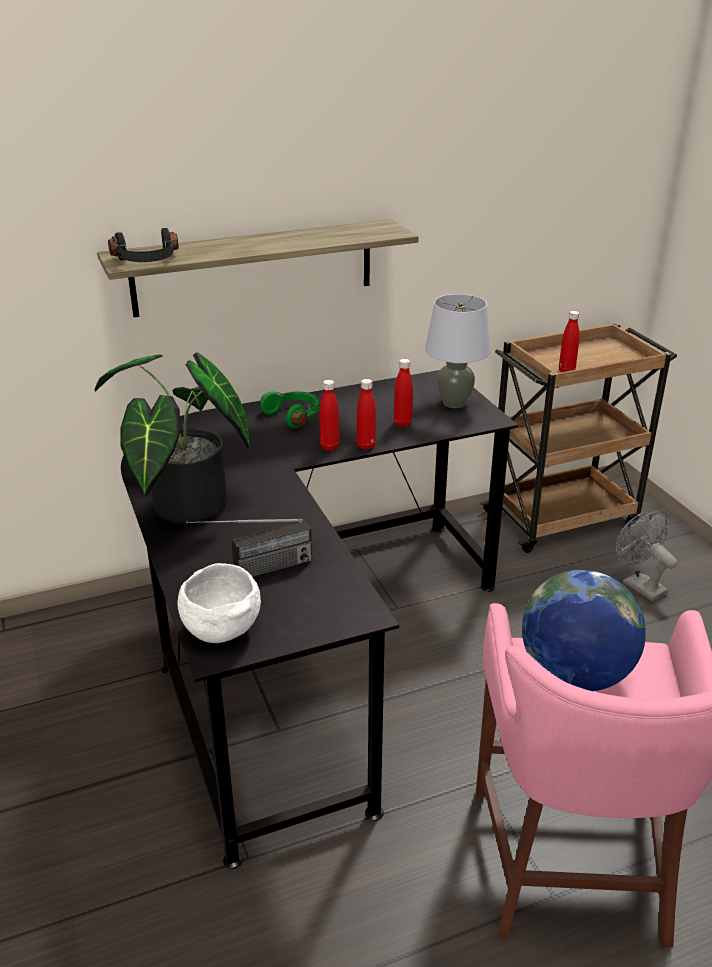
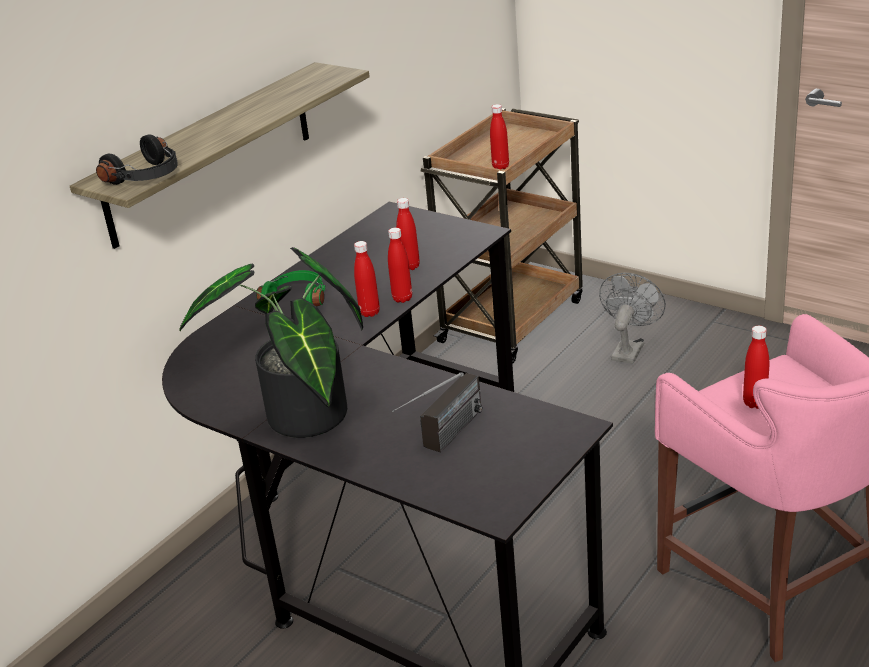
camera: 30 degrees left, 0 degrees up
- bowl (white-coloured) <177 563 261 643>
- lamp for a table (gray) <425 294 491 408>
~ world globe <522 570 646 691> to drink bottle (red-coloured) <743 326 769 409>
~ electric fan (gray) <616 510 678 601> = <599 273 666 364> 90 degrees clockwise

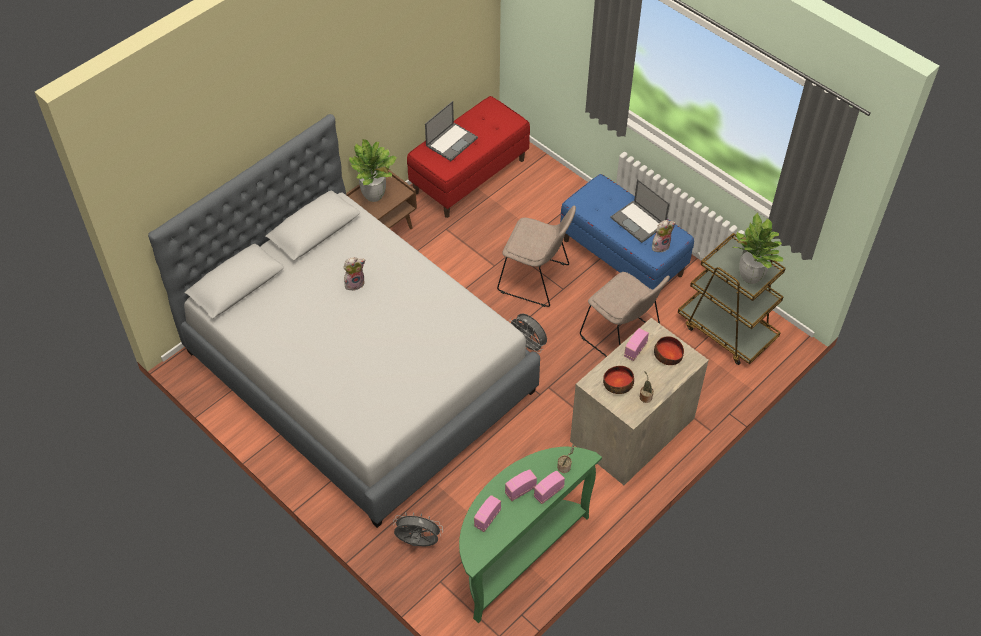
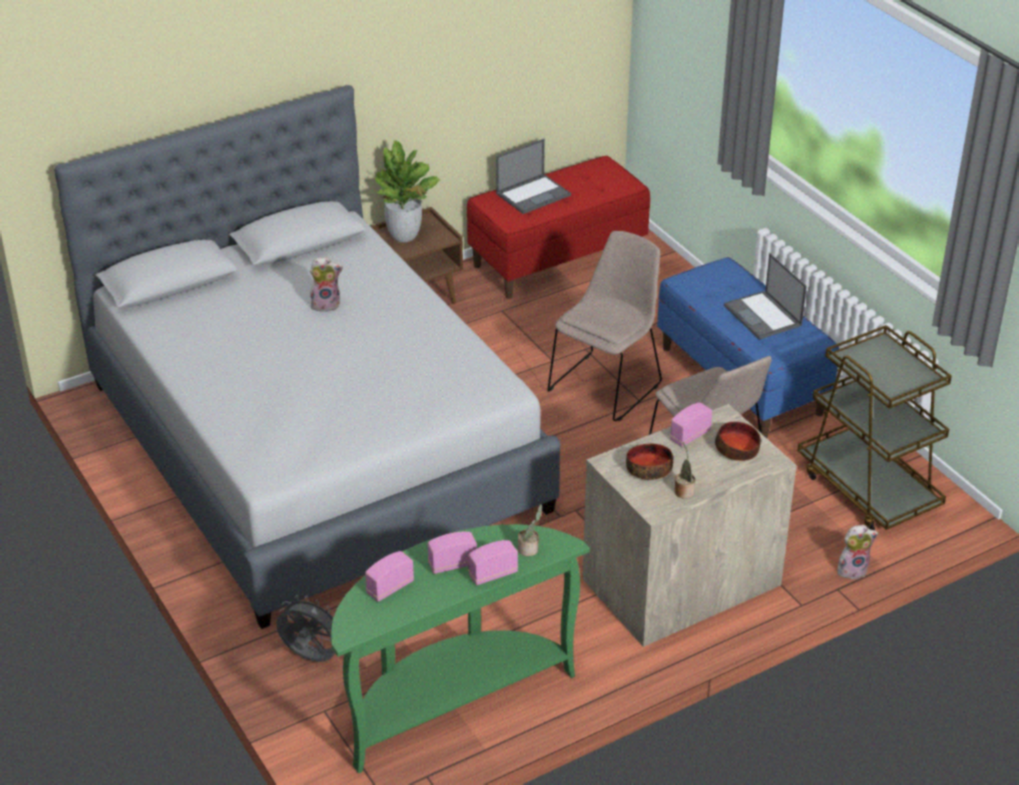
camera: 15 degrees right, 15 degrees down
- electric fan (gray) <508 314 547 353>
- plant in a pot <730 213 783 284>
~ cuddly toy <652 220 676 252> to <837 525 878 579>
~ chair (sand-coloured) <497 206 576 307> = <547 231 662 421> 90 degrees counterclockwise

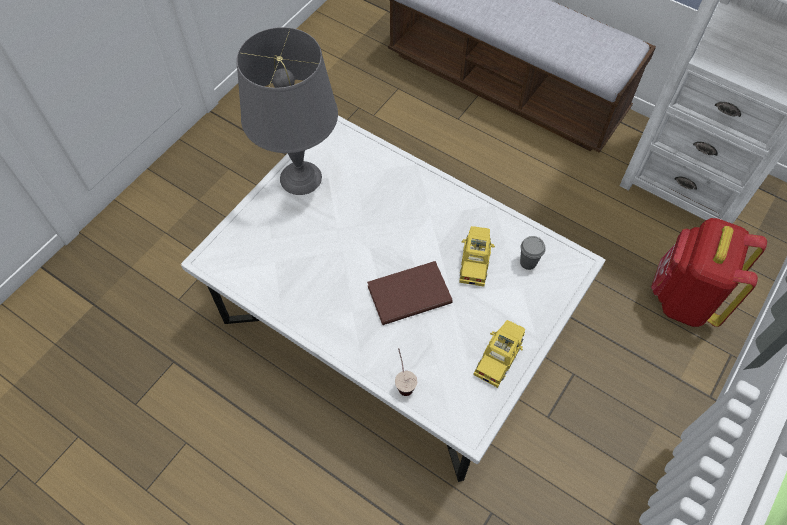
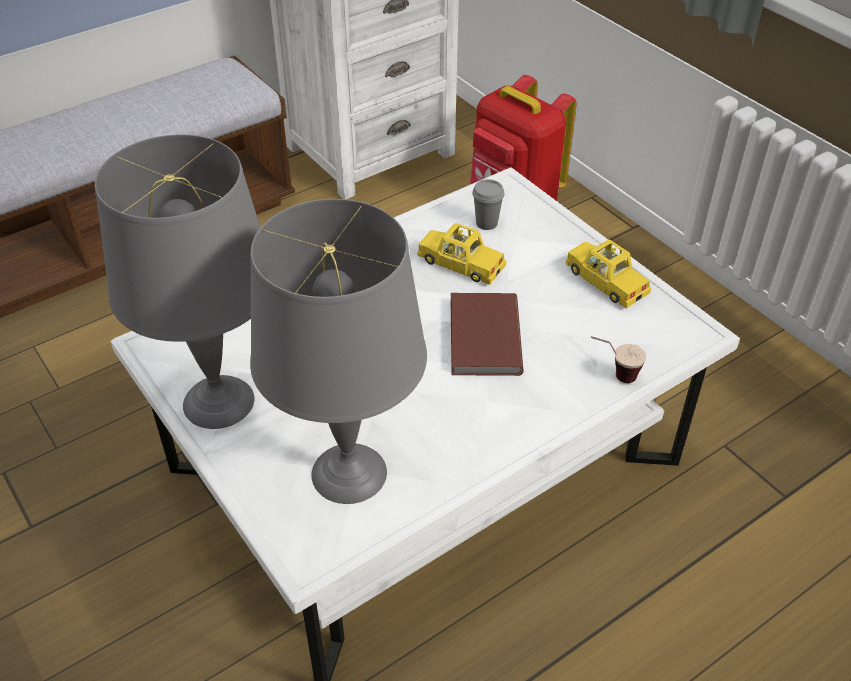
camera: 70 degrees left, 15 degrees down
+ lamp for a table (gray) <250 199 427 504>

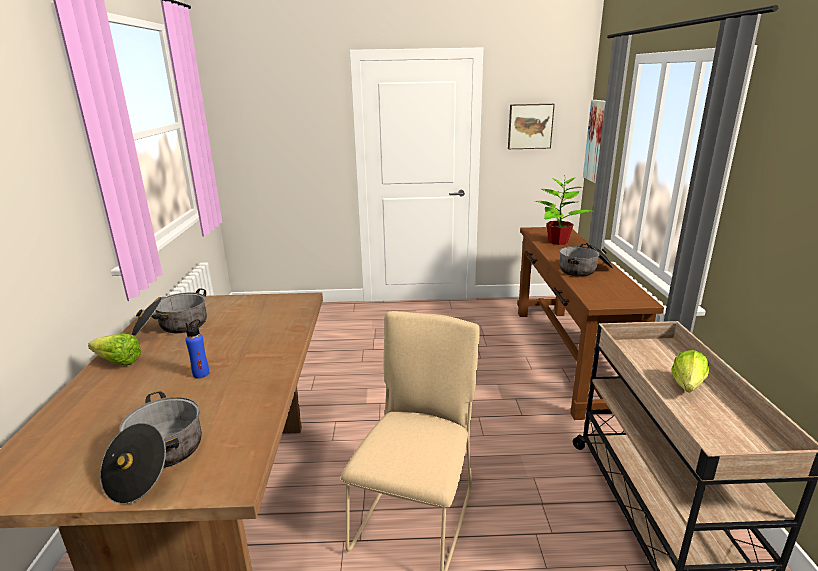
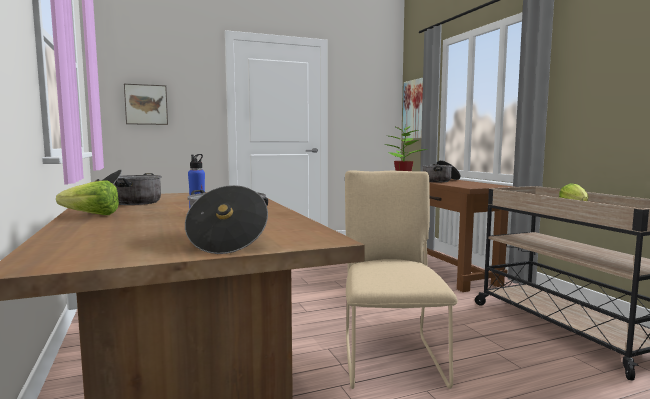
camera: 20 degrees left, 15 degrees down
~ wall picture <508 104 555 149> to <124 84 168 125>

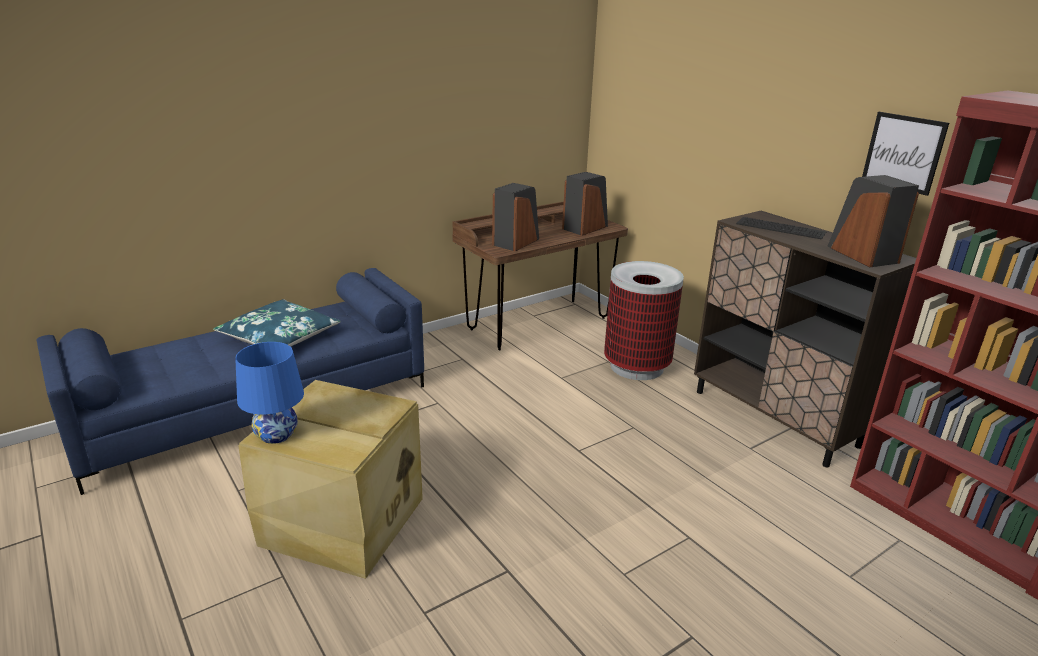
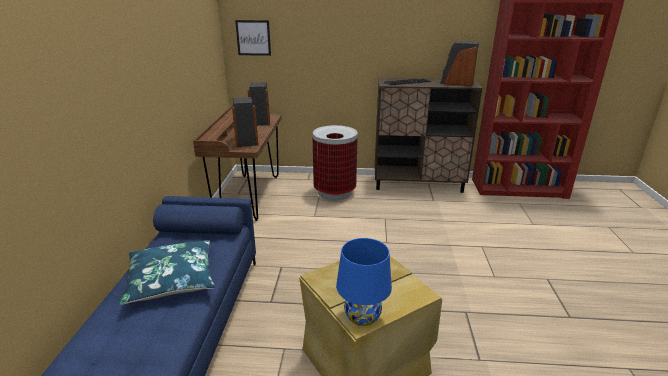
camera: 50 degrees left, 0 degrees up
~ wall picture <862 112 949 196> to <235 20 271 56>

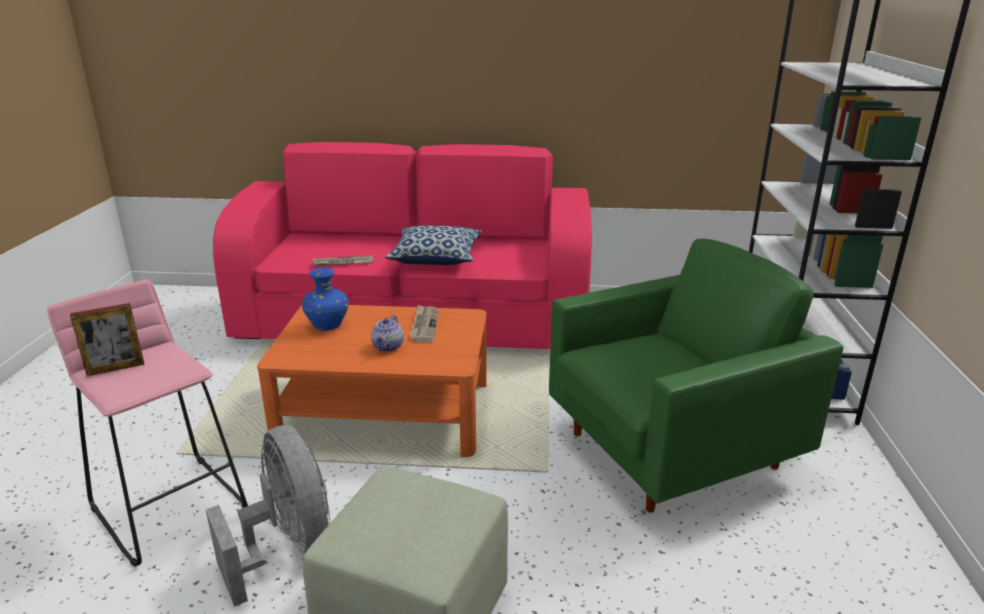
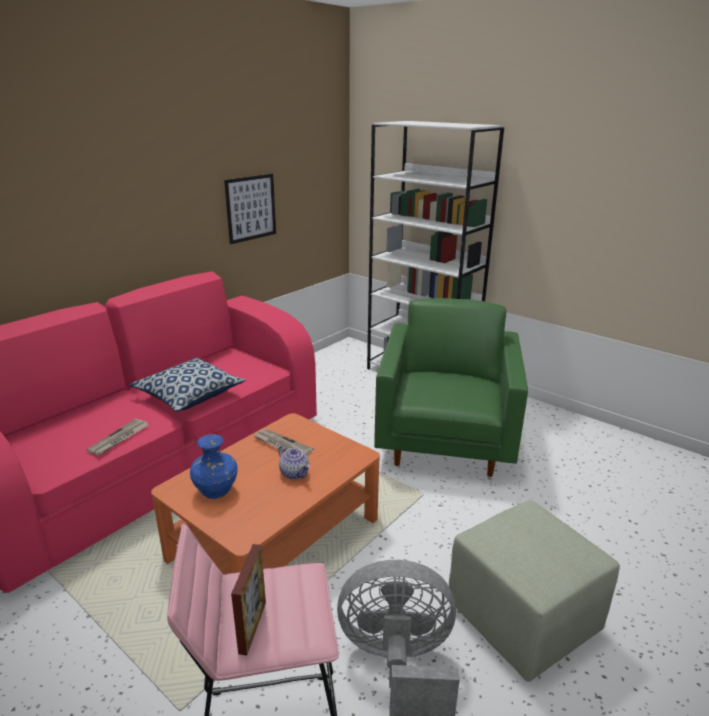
camera: 55 degrees left, 0 degrees up
+ wall picture <224 174 276 244>

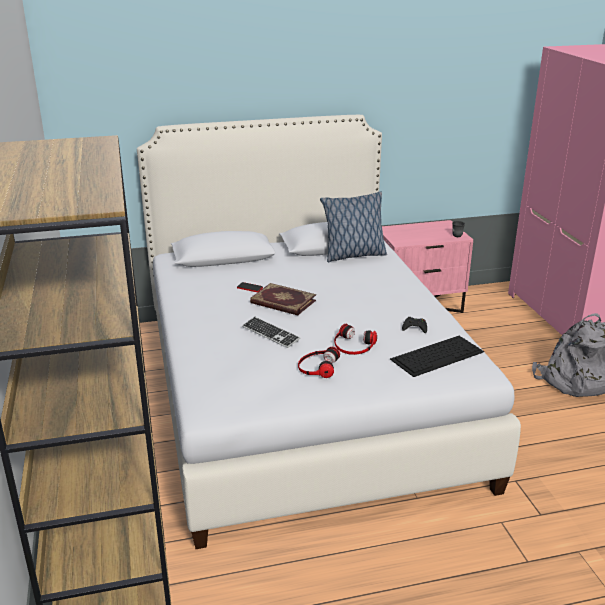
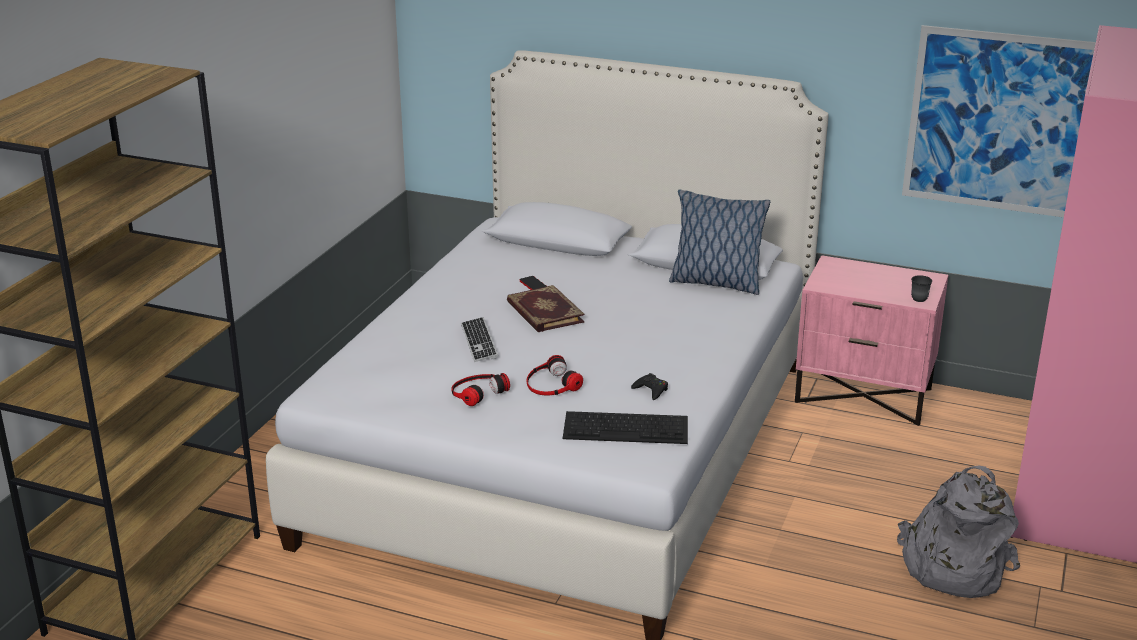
camera: 35 degrees right, 0 degrees up
+ wall picture <902 25 1096 217>

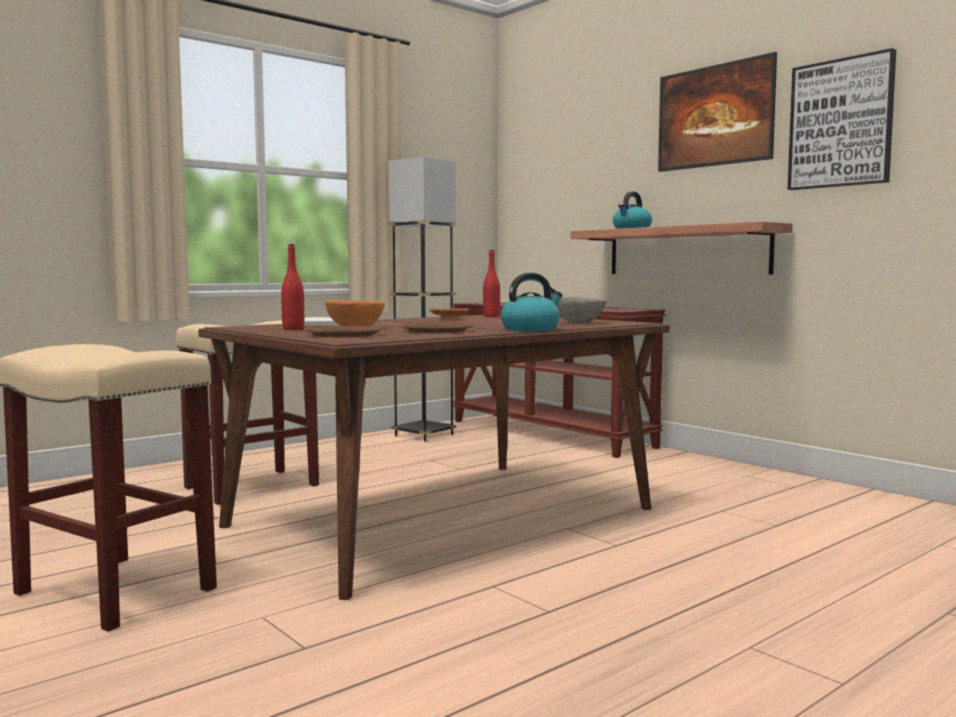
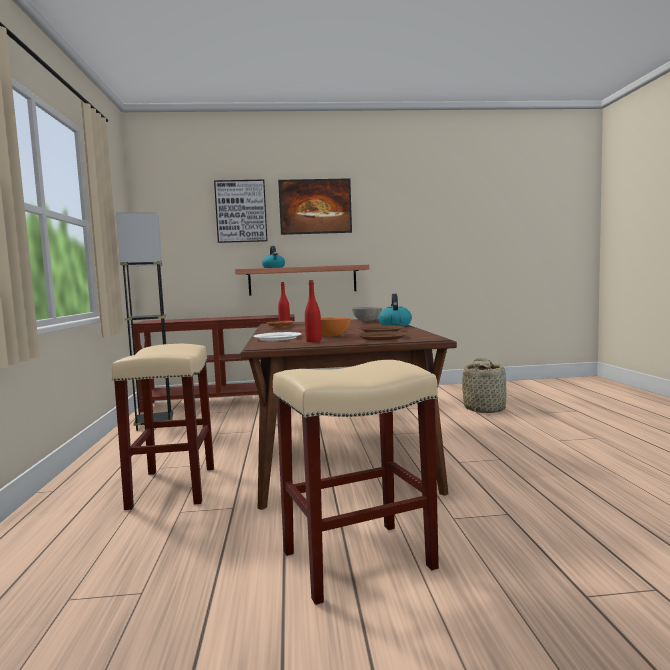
camera: 55 degrees left, 0 degrees up
+ basket <462 358 506 413>
~ wall picture <788 48 896 190> to <214 179 267 243>

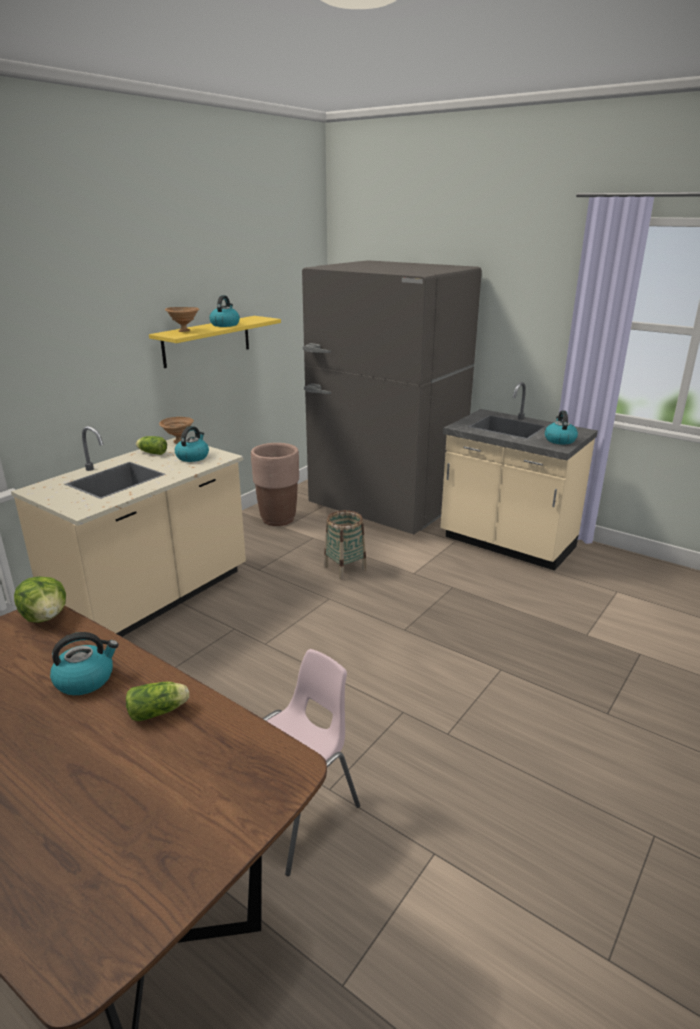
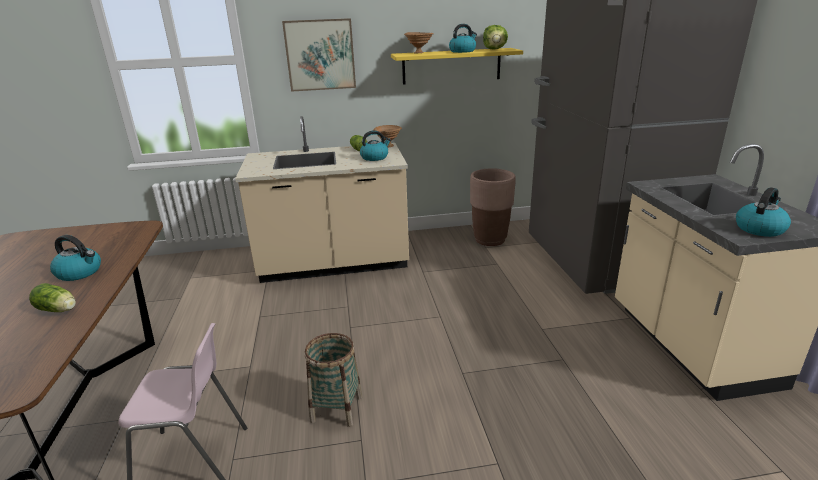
camera: 45 degrees right, 0 degrees up
+ wall picture <282 18 356 92>
~ lettuce head <14 577 66 623> to <483 25 508 50>
~ basket <324 510 367 579> to <305 333 362 427>

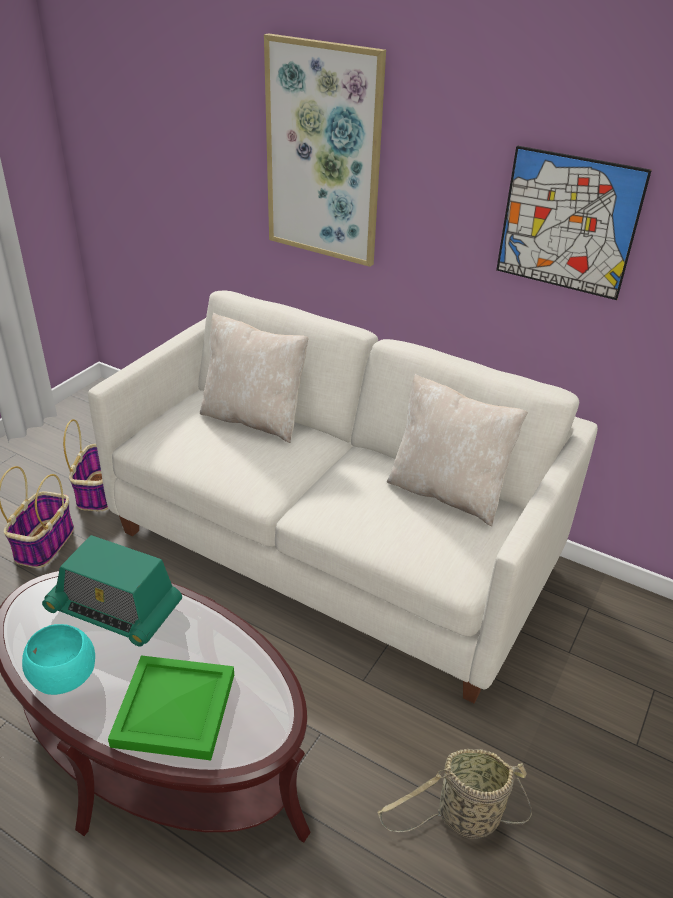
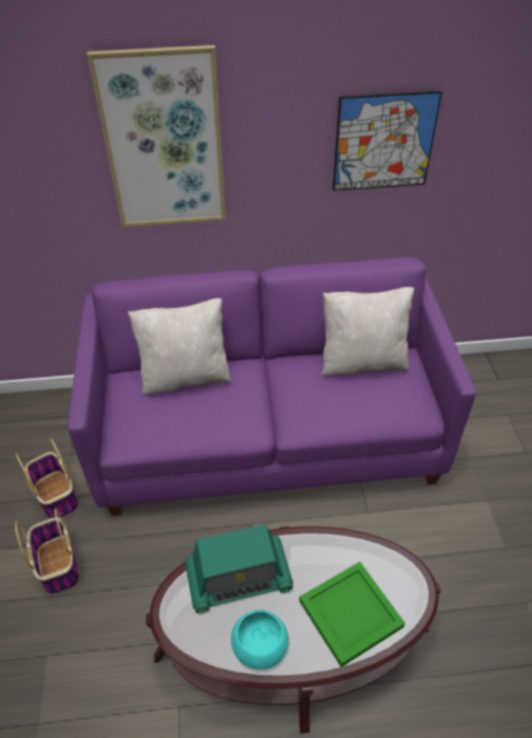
camera: 35 degrees left, 10 degrees up
- basket <377 749 532 839>
~ settee (white-coloured) <88 290 598 703> to settee (purplish) <68 257 476 516>

